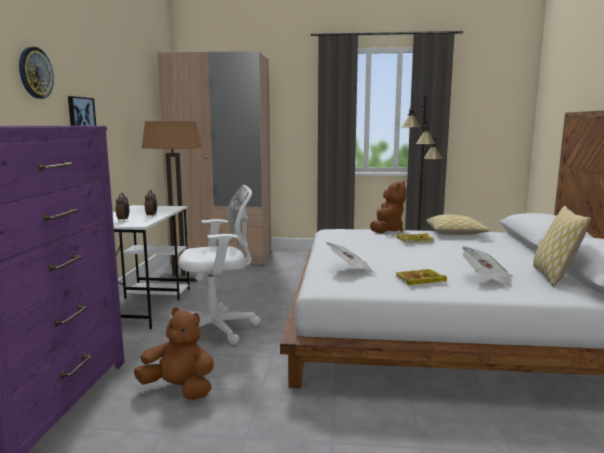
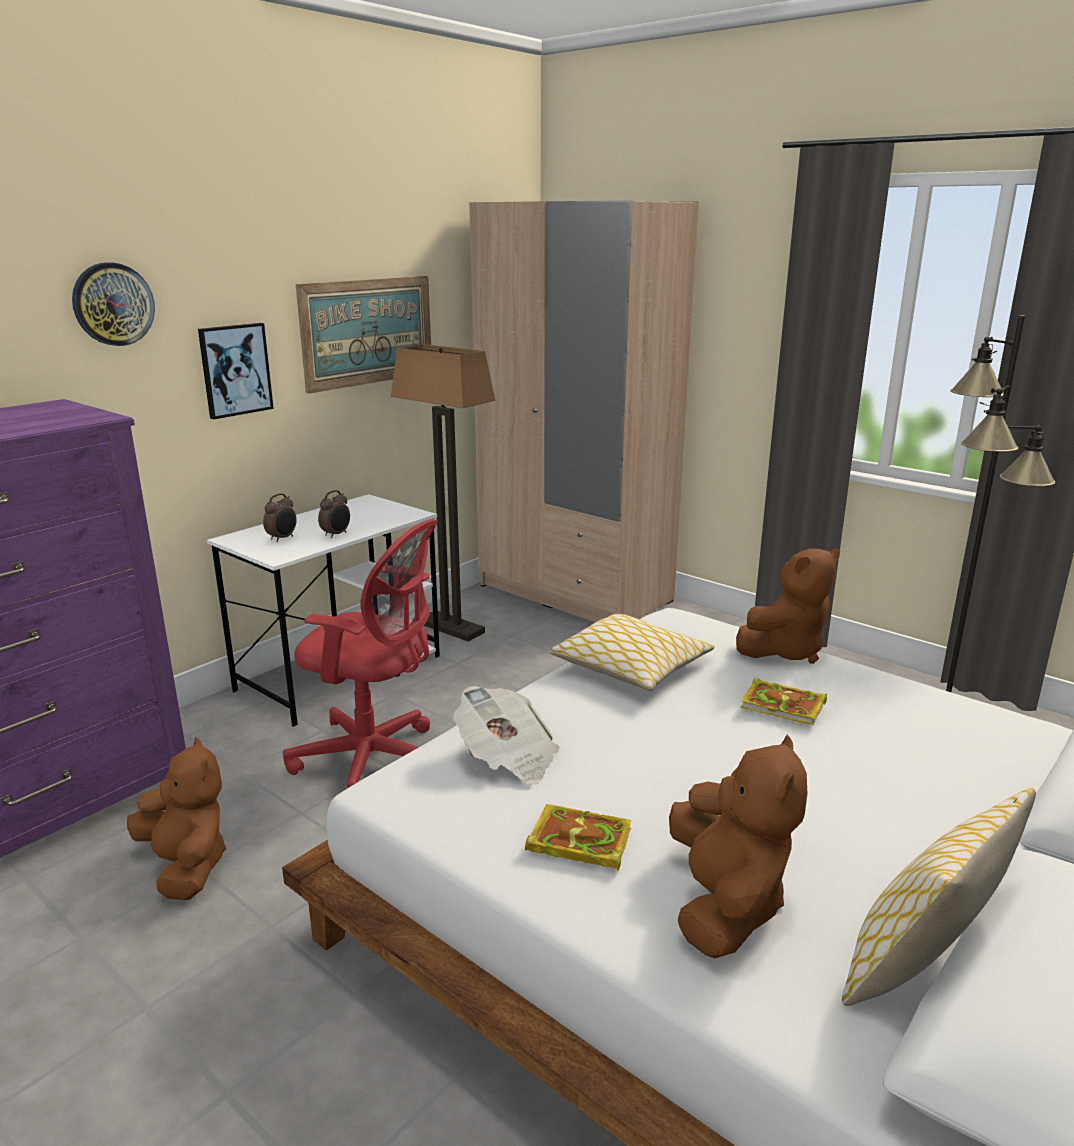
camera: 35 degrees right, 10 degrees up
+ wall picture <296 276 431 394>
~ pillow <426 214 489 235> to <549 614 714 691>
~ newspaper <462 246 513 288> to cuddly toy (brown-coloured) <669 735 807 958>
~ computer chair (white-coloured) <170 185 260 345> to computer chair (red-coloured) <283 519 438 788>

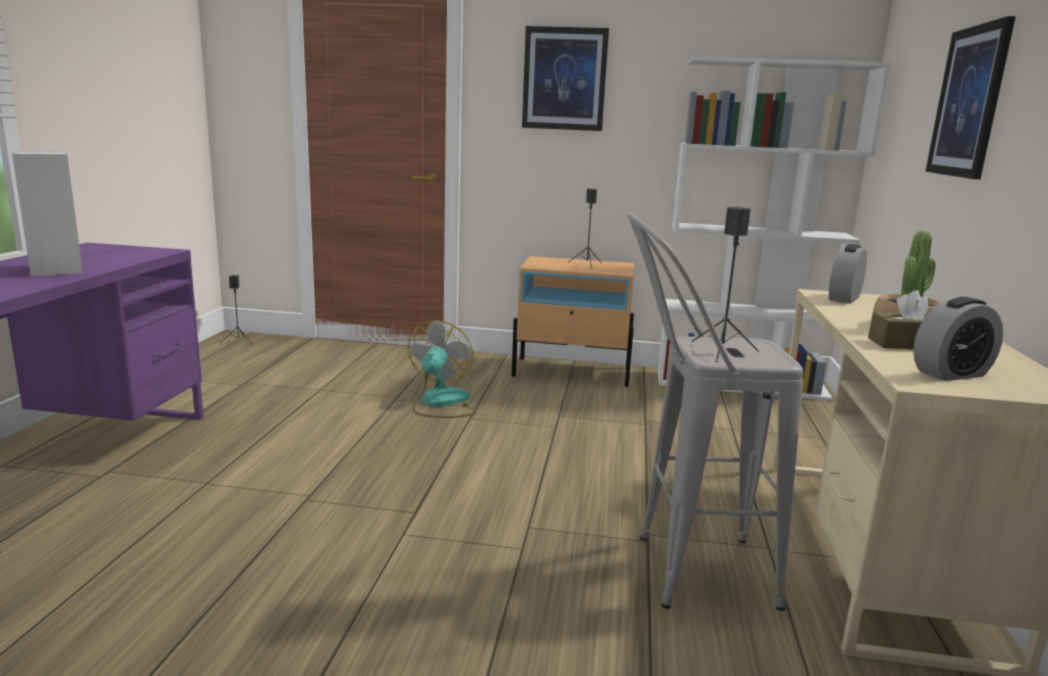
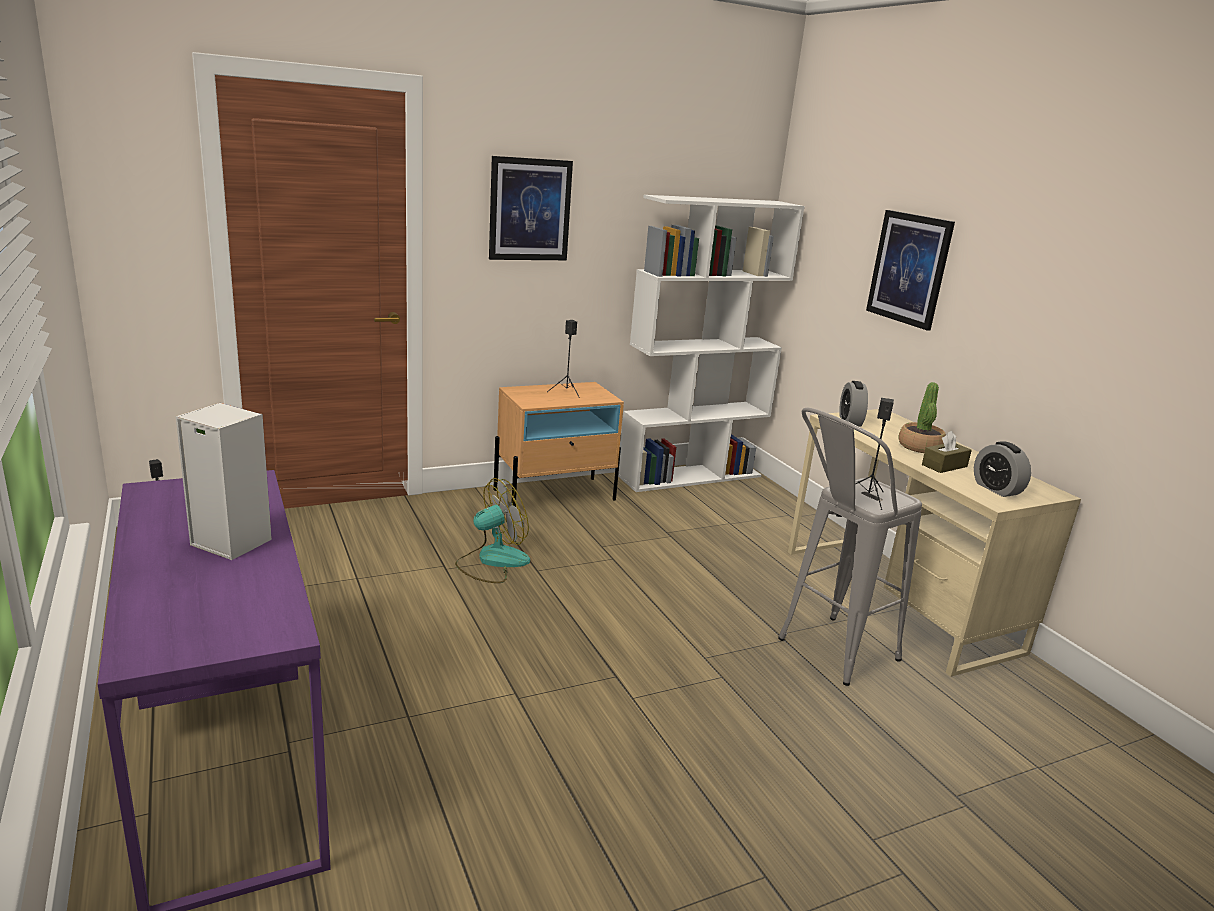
camera: 35 degrees left, 5 degrees up
~ electric fan <407 320 477 418> = <455 478 530 583> 75 degrees clockwise
~ alarm clock <913 297 1003 381> = <974 441 1031 497> 120 degrees clockwise

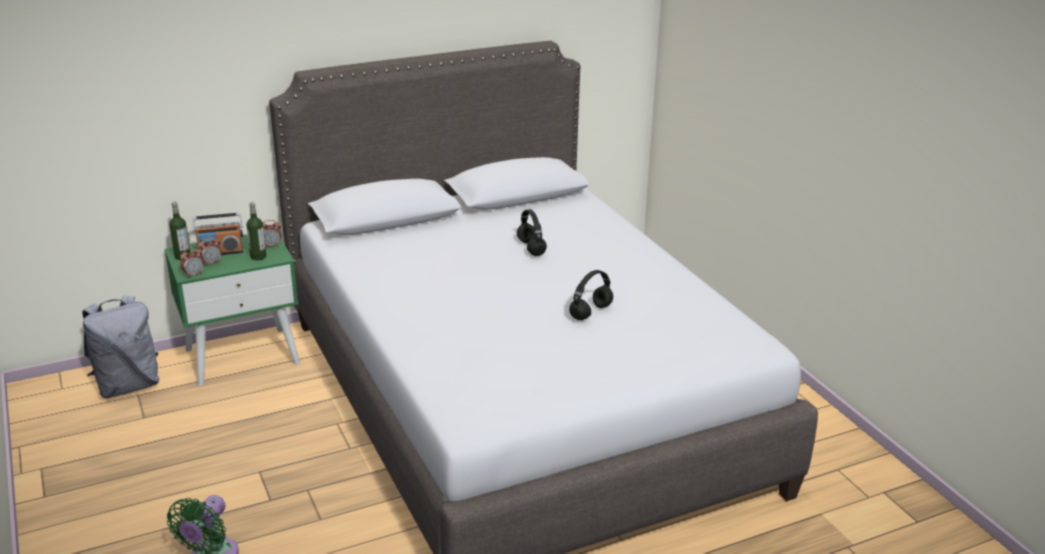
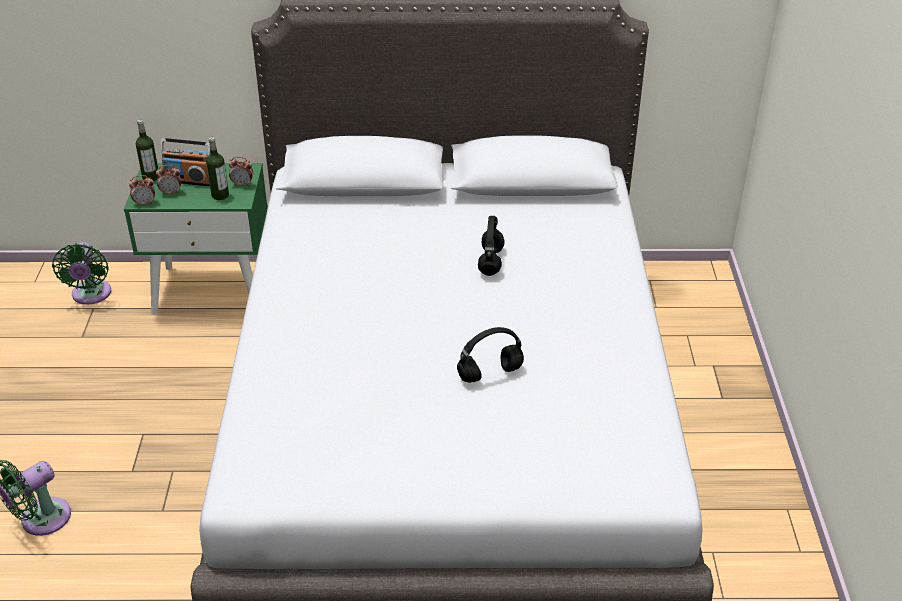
camera: 25 degrees right, 10 degrees up
~ knapsack (gray) <82 296 160 398> to electric fan (green) <52 242 111 305>

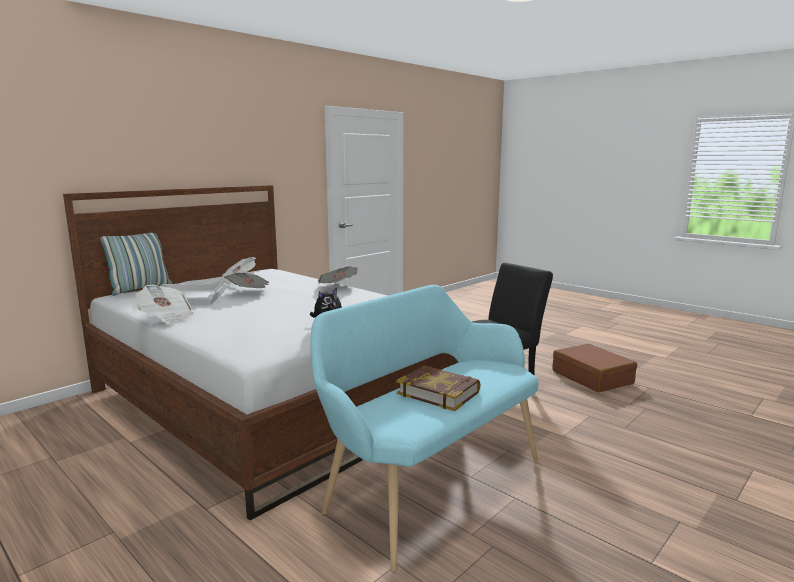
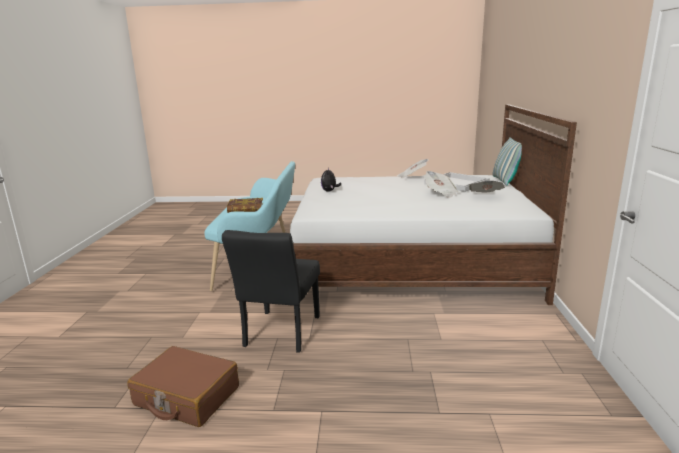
camera: 140 degrees right, 5 degrees up
- newspaper <318 266 358 284>

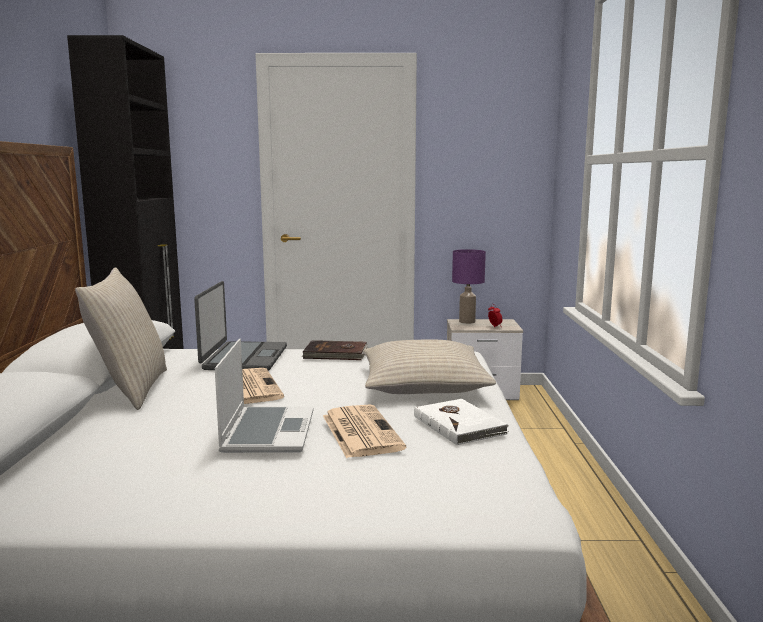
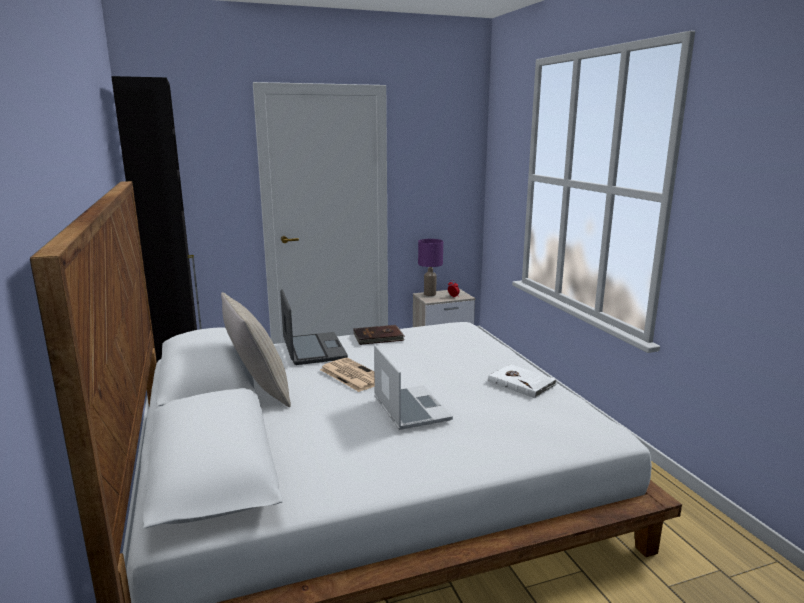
camera: 20 degrees left, 5 degrees up
- newspaper <323 405 406 458>
- pillow (sand-coloured) <363 339 496 394>

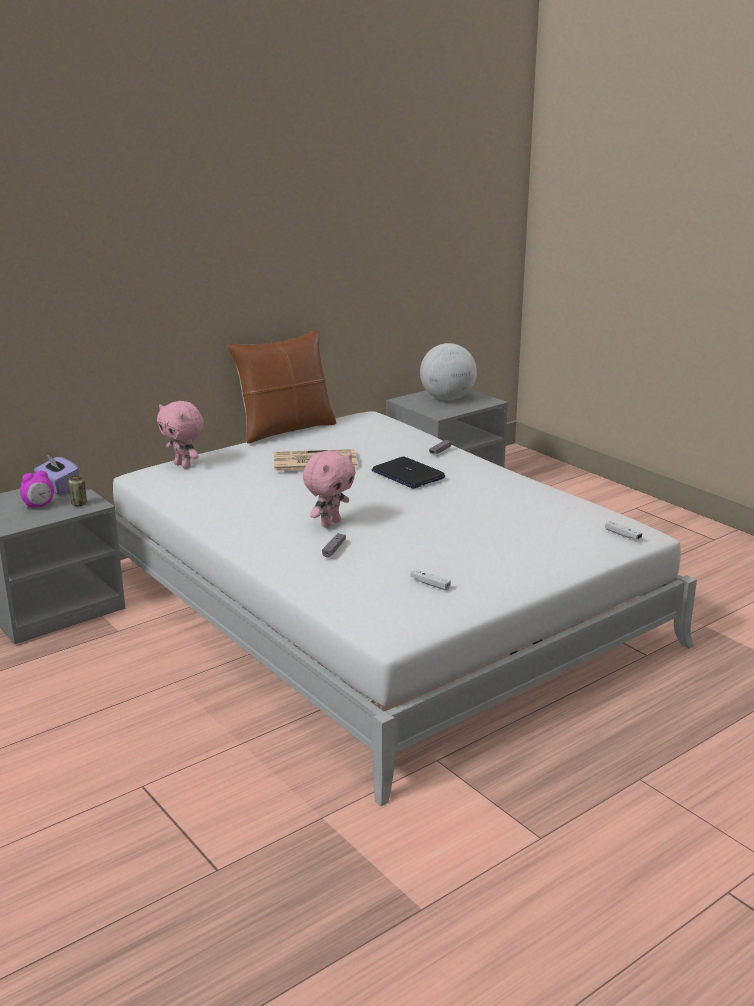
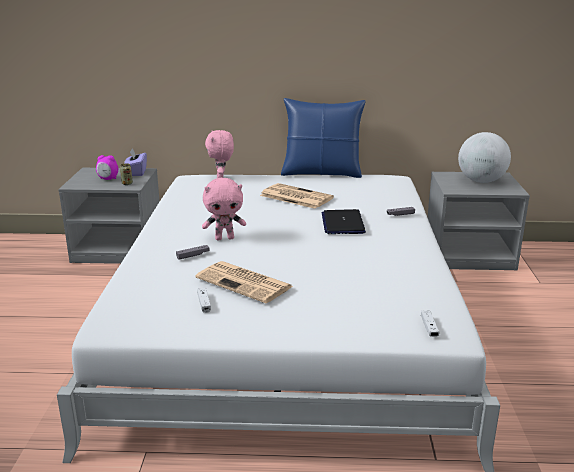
camera: 40 degrees right, 0 degrees up
+ newspaper <195 261 293 303>
~ pillow (brown-coloured) <227 330 336 443> to pillow (bluish) <281 98 366 178>

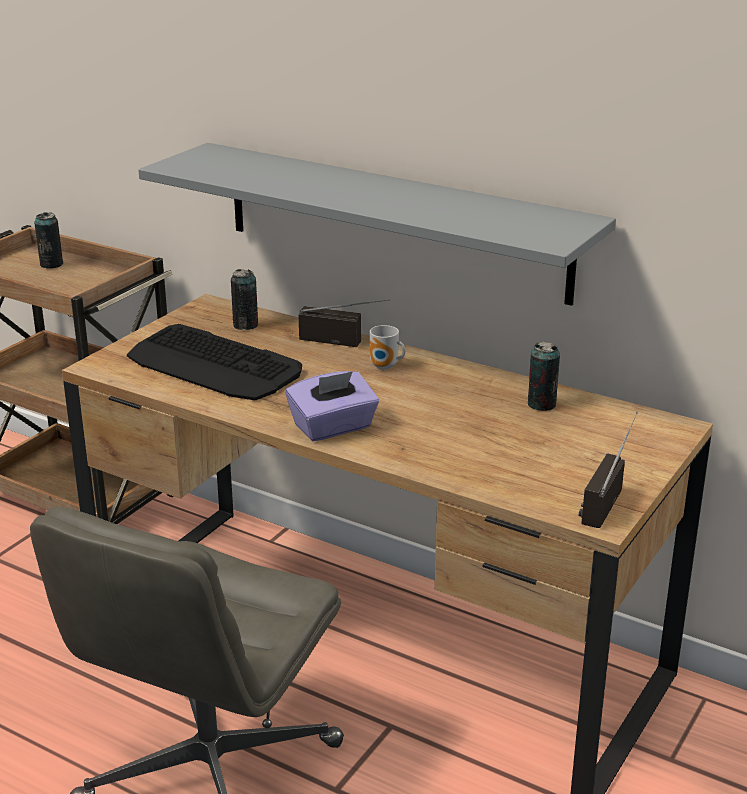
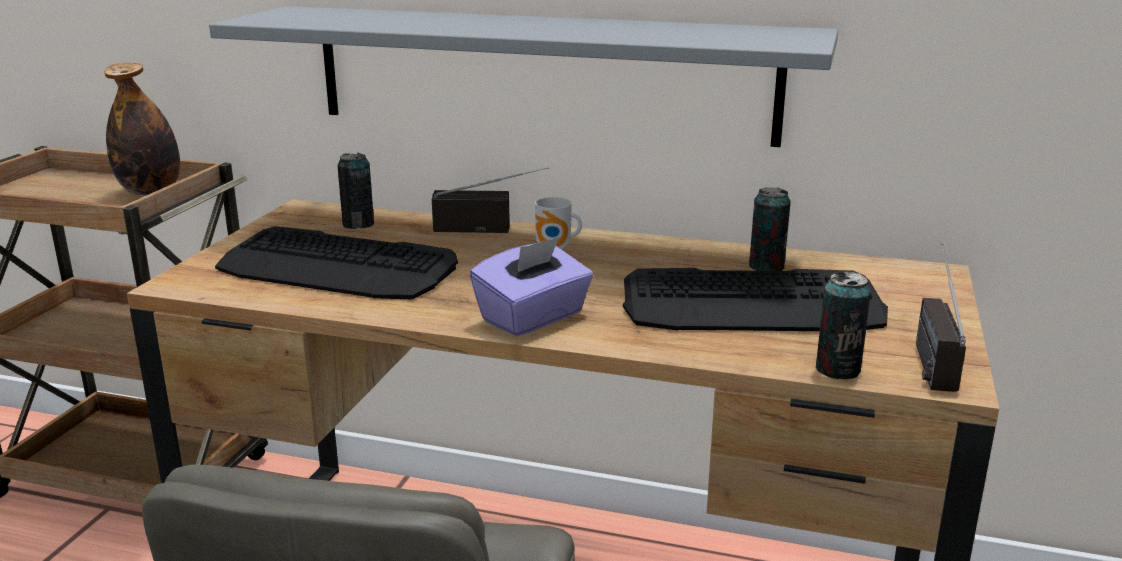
camera: 15 degrees left, 5 degrees down
+ drink bottle <104 63 180 195>
+ computer keyboard <623 268 888 331>
~ metal can <34 213 63 269> to <816 271 871 379>

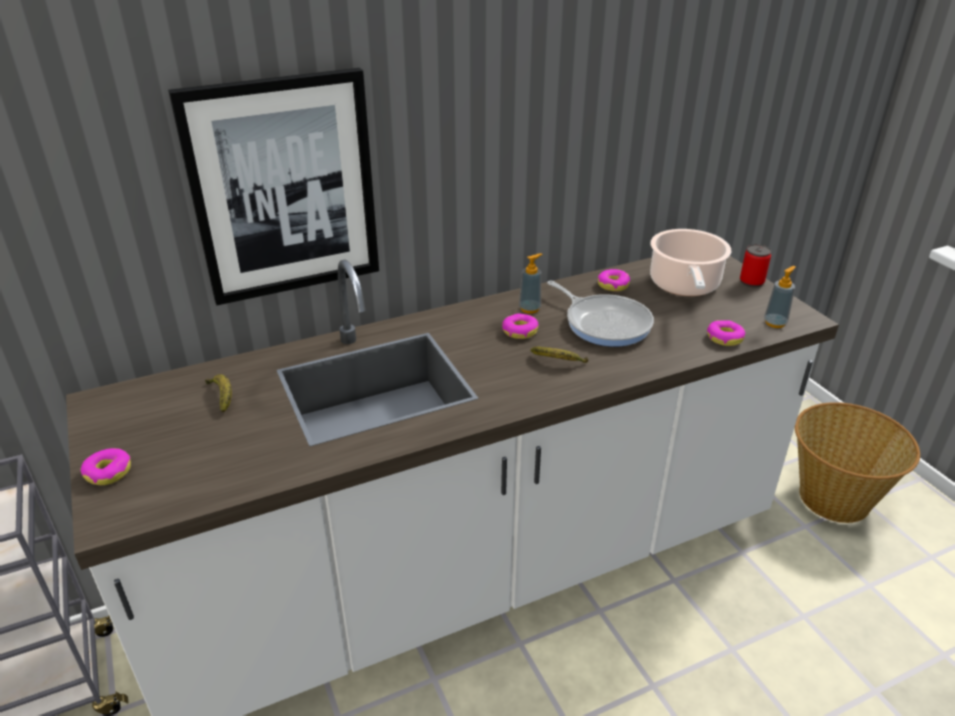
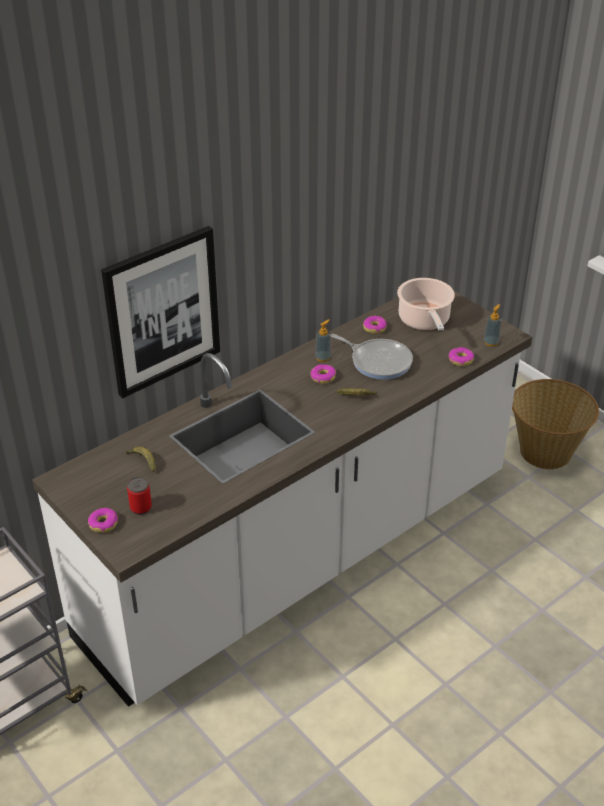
camera: 15 degrees left, 5 degrees up
~ metal can <740 244 771 287> to <127 477 152 515>

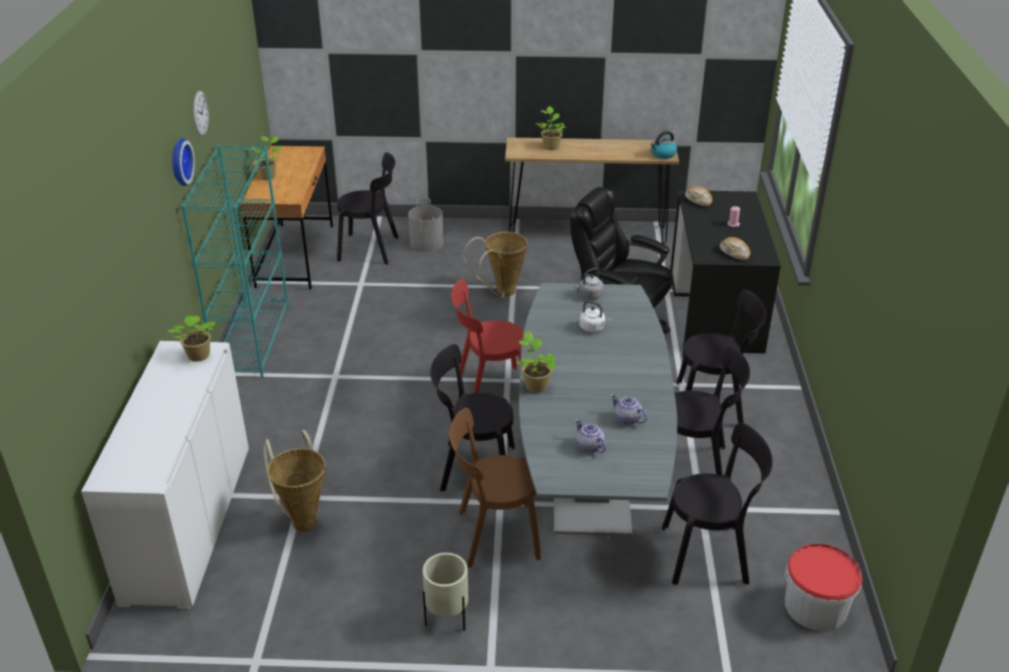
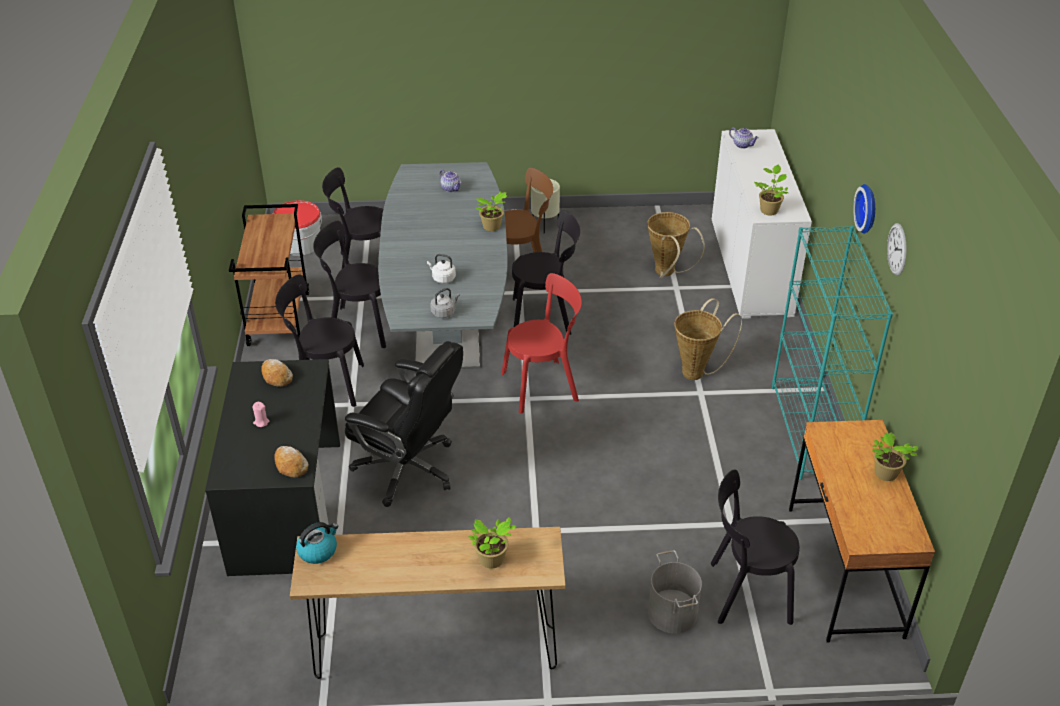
camera: 175 degrees right, 5 degrees up
+ trolley (brown-coloured) <229 204 309 346>
~ basket <463 232 528 298> to <675 298 742 380>
~ tea pot <611 394 648 425> to <729 128 759 149>

